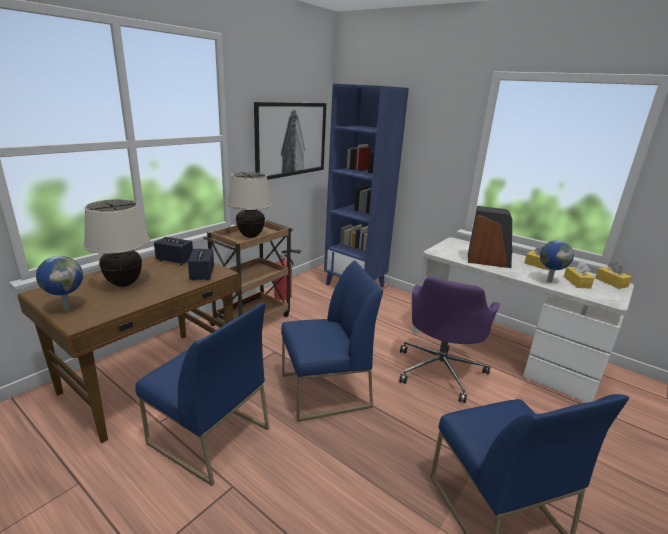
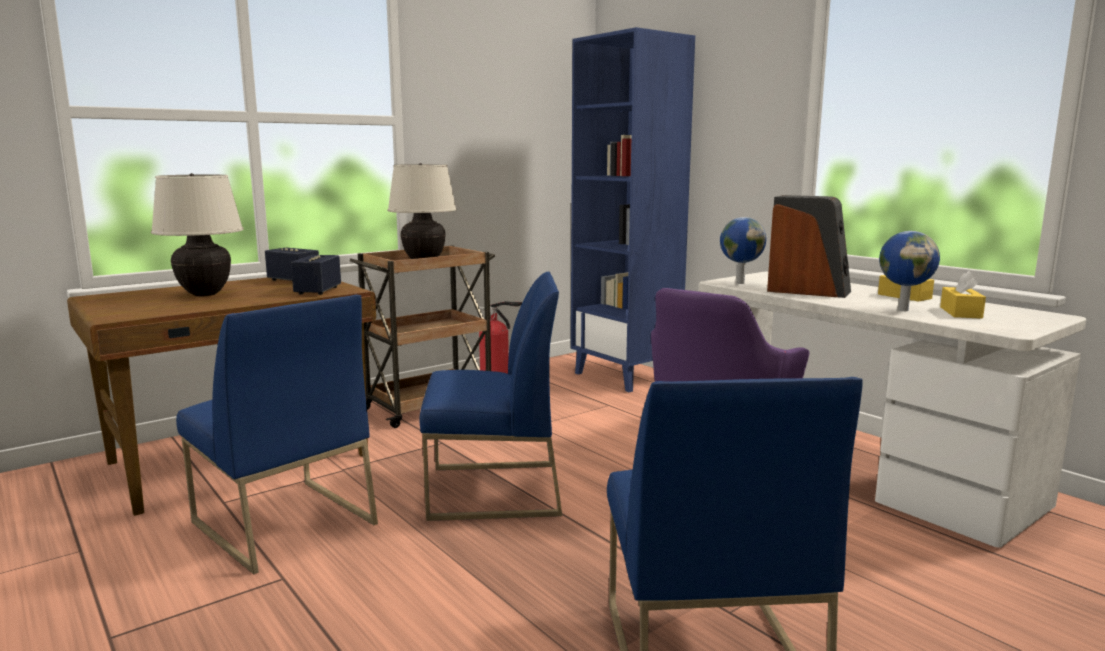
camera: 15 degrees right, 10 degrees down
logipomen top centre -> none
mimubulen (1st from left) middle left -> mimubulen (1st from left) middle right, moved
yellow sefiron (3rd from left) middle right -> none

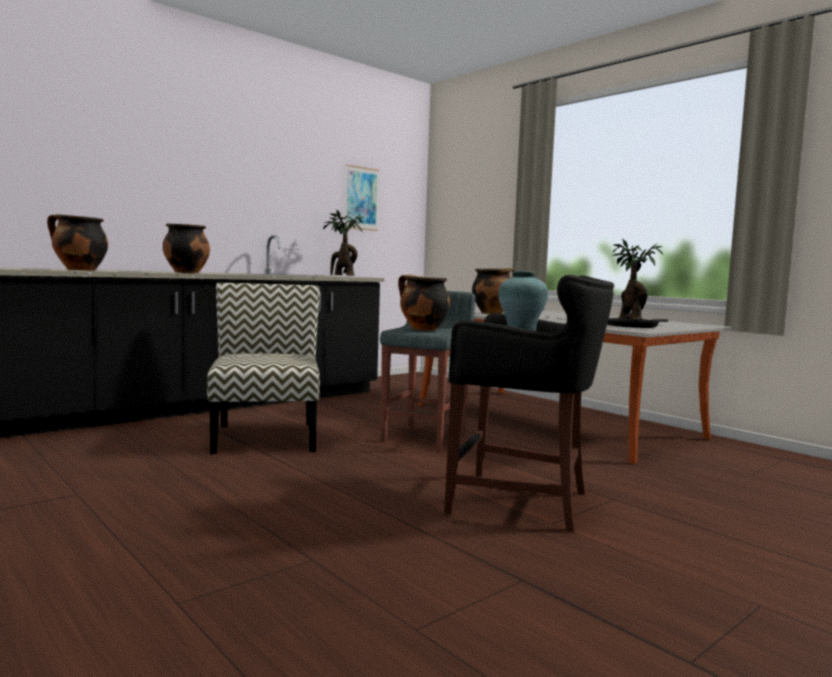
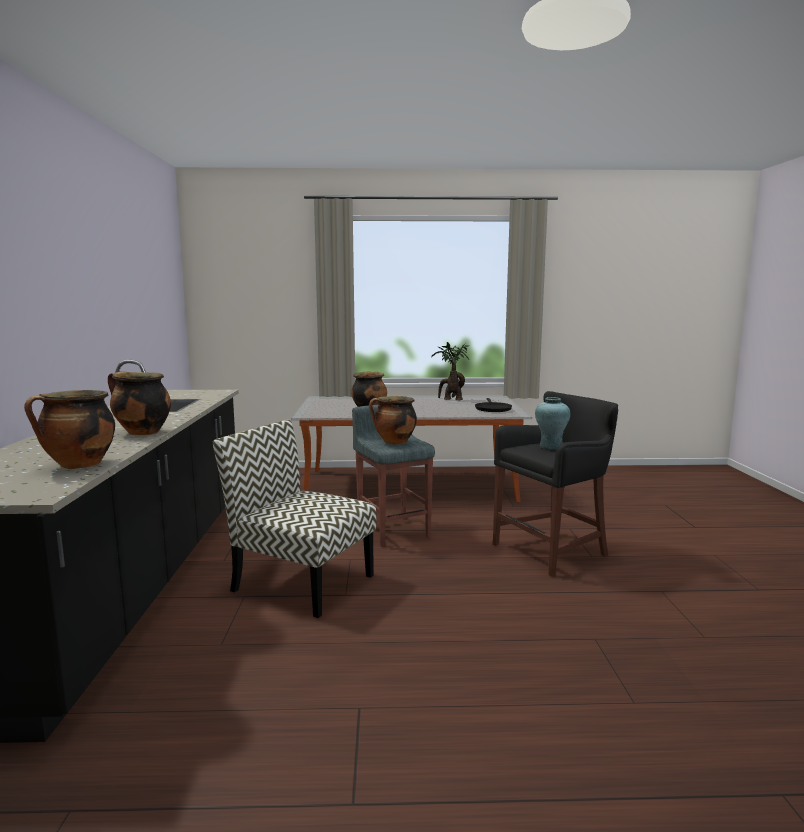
camera: 50 degrees left, 5 degrees up
logipomen top centre -> none
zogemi (1st from left) centre -> none

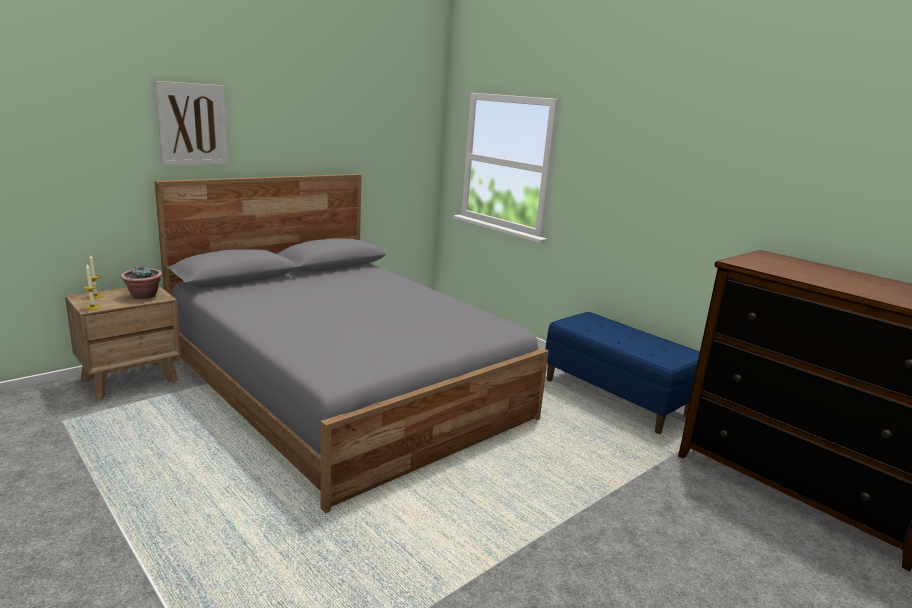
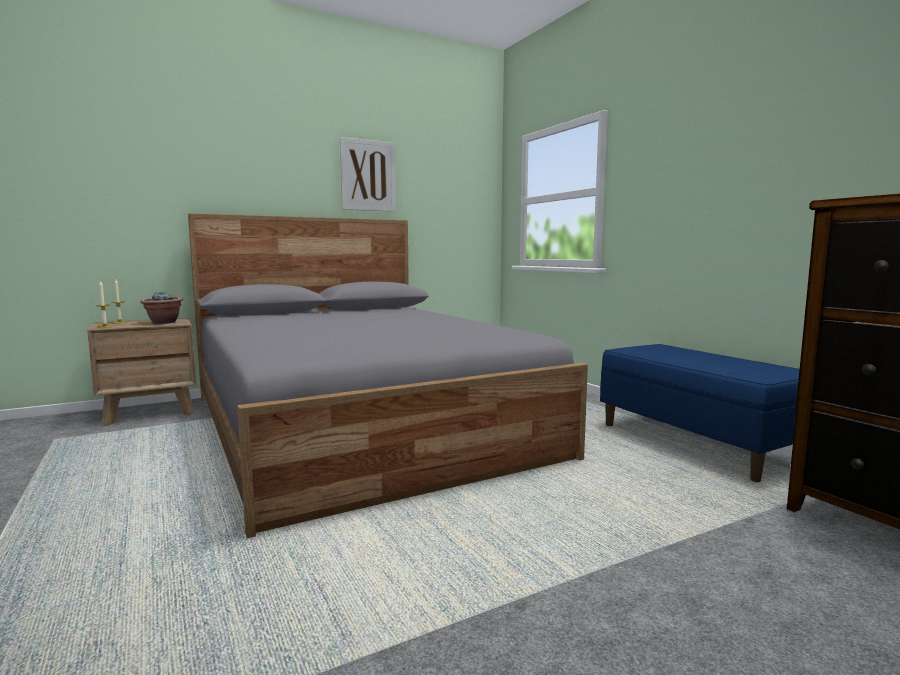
camera: 15 degrees right, 10 degrees down
logipomen top left -> logipomen top centre, moved

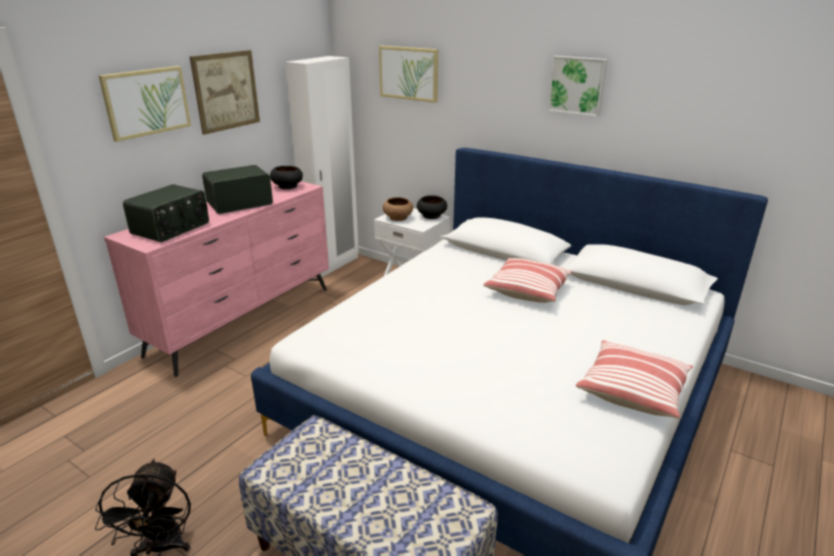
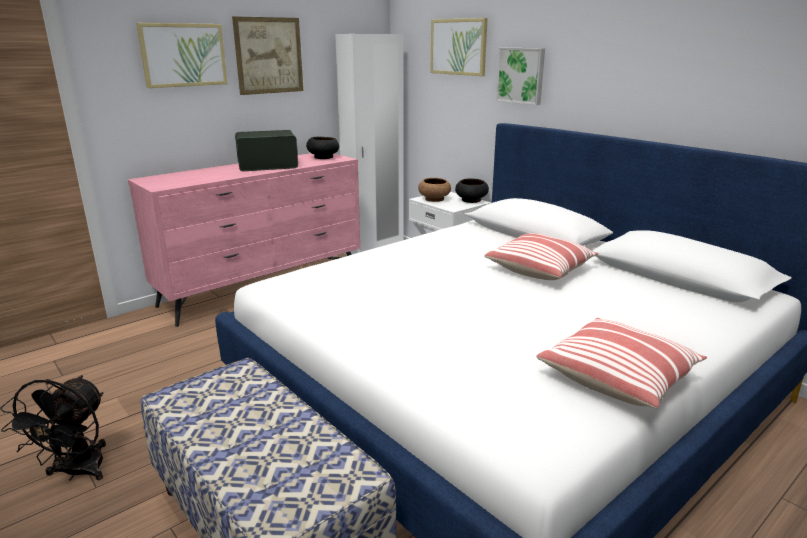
camera: 15 degrees right, 5 degrees down
logipomen (4th from left) top right -> logipomen (4th from left) top centre, moved
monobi (1st from left) middle left -> none

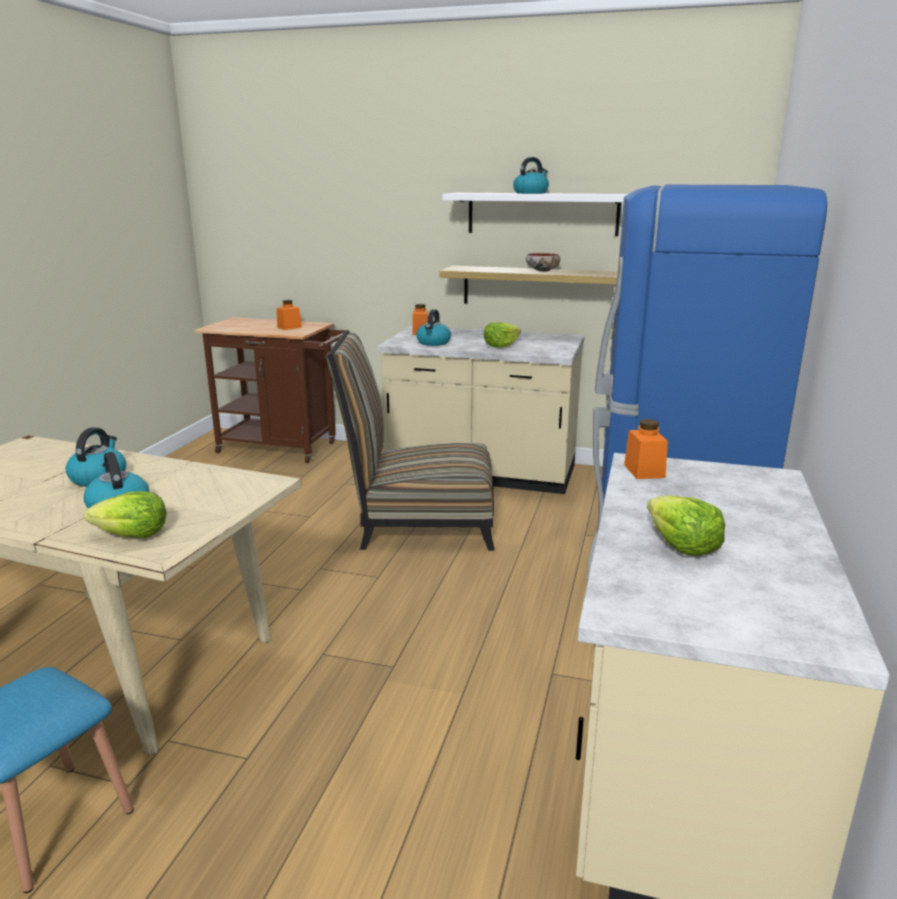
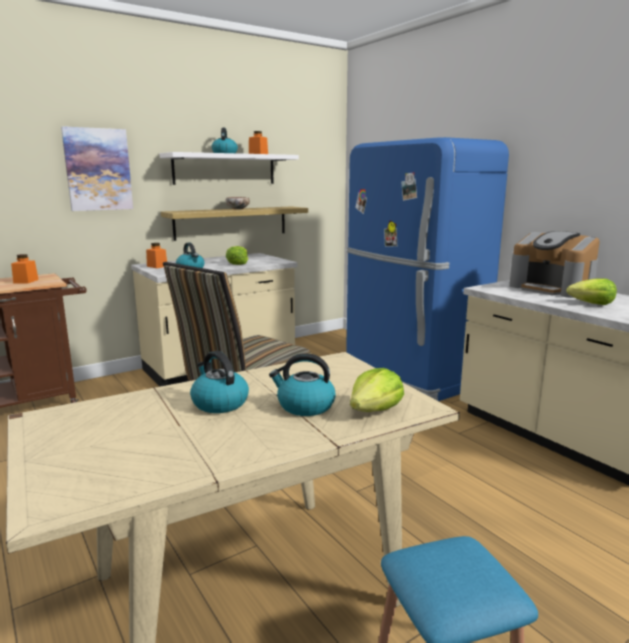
camera: 50 degrees left, 5 degrees down
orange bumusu (3rd from left) middle right -> orange bumusu (3rd from left) top centre, moved
none -> logipomen top left
none -> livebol middle right

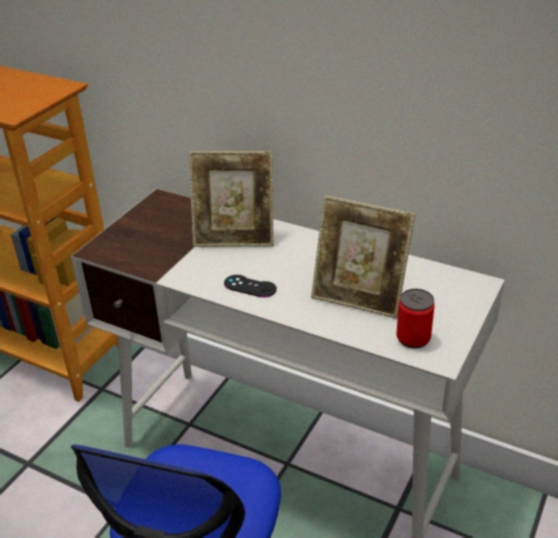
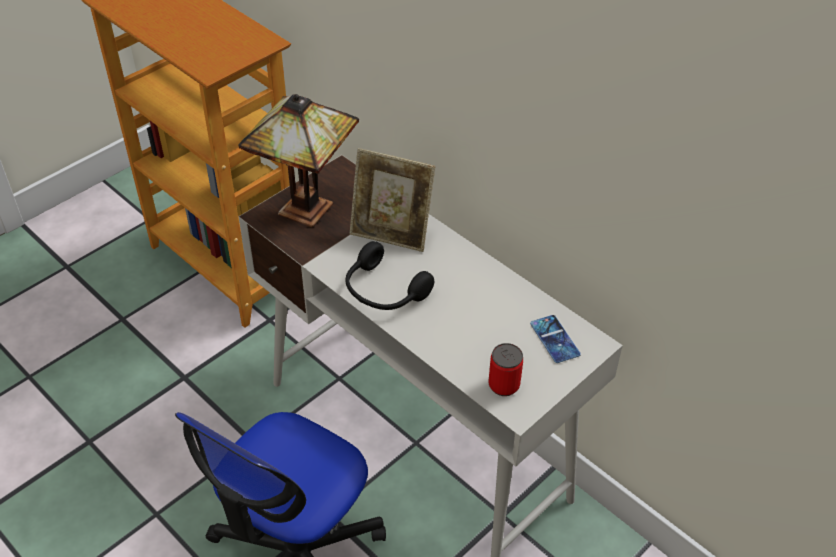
camera: 15 degrees right, 10 degrees up
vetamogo (2nd from left) centre -> none
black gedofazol centre -> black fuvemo centre
none -> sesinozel top centre
none -> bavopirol centre

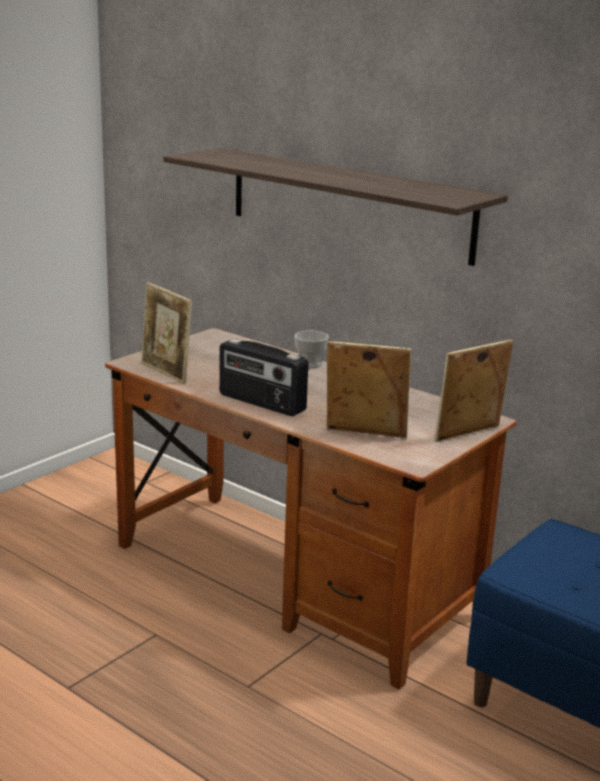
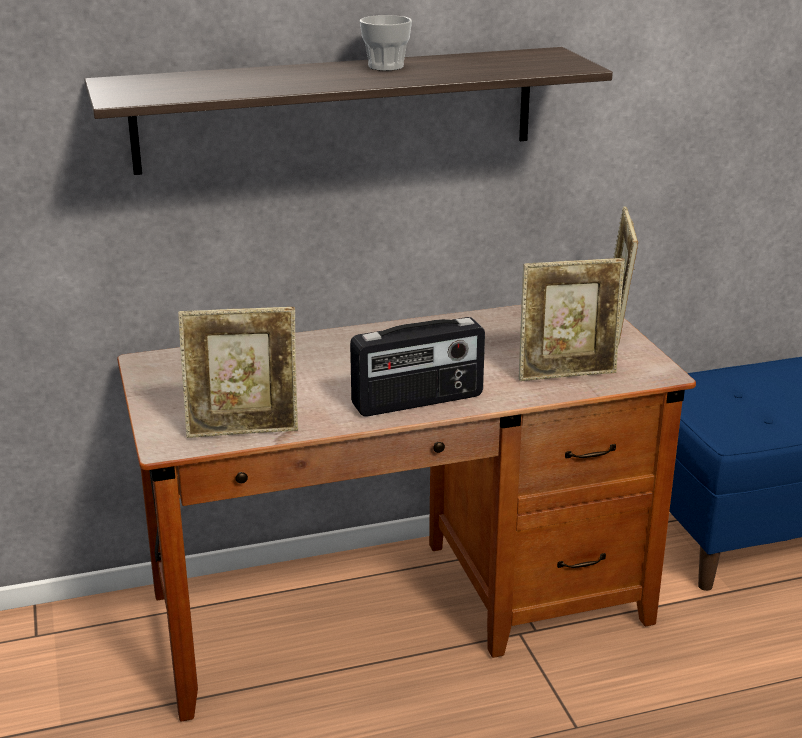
camera: 55 degrees left, 5 degrees up
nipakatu centre -> nipakatu top centre, moved
vetamogo (2nd from left) centre -> vetamogo (2nd from left) middle right, 150 degrees counterclockwise

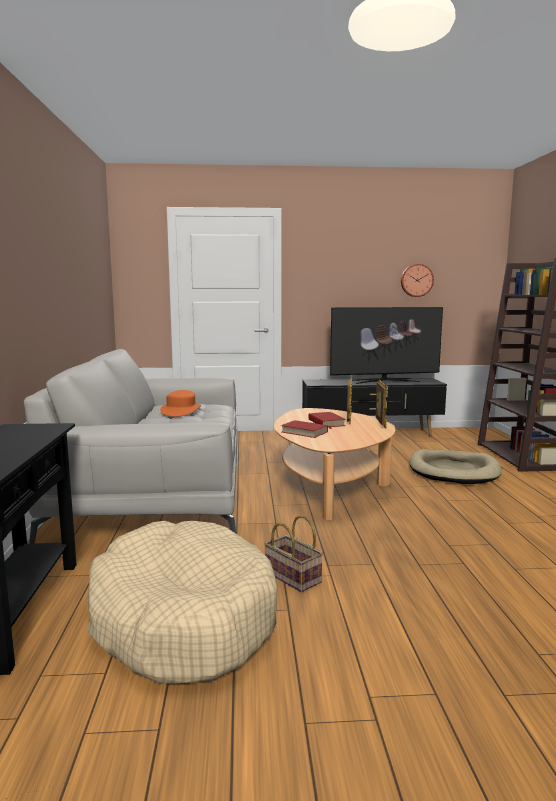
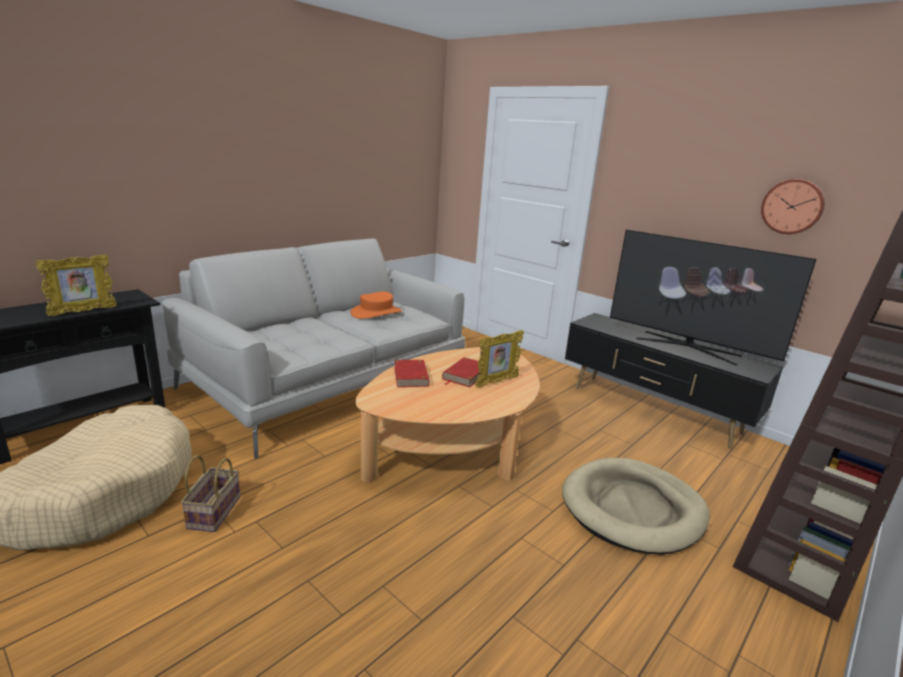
camera: 45 degrees right, 10 degrees up
vetamogo (2nd from left in the first image) middle right -> vetamogo (1st from left) middle left, moved

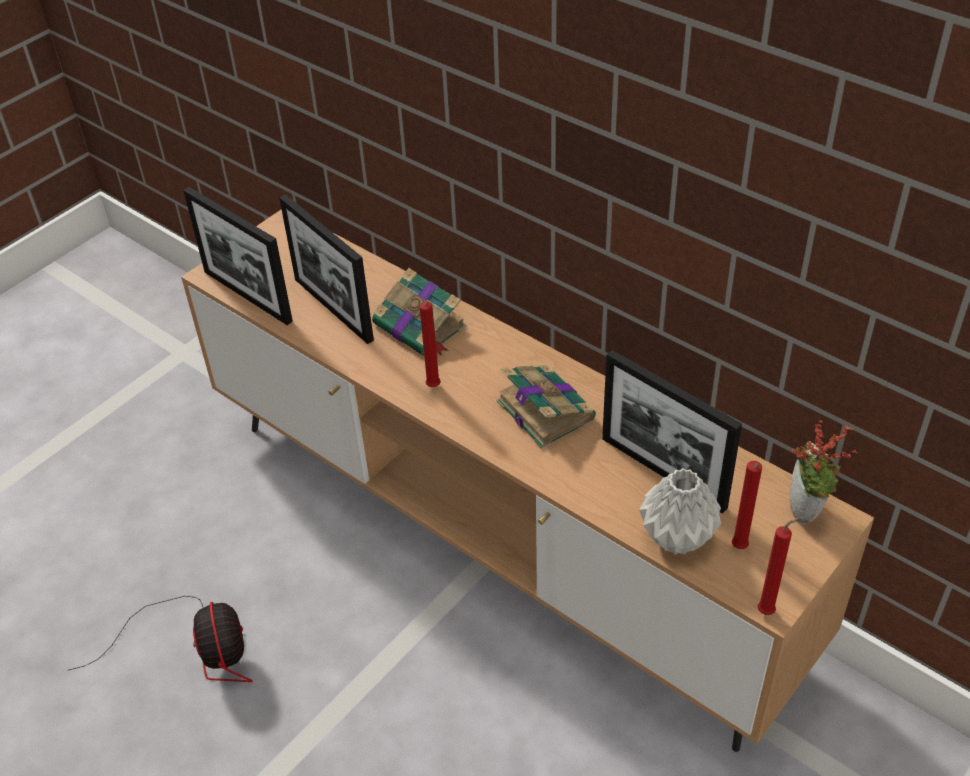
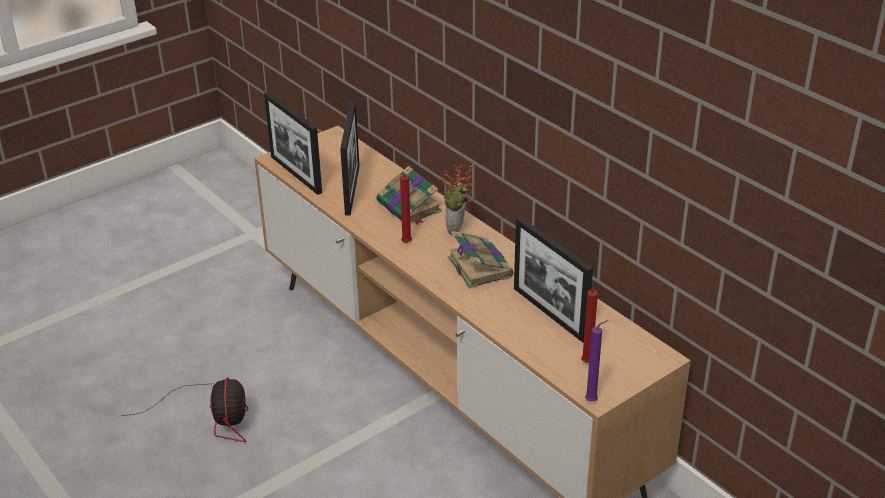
camera: 10 degrees right, 10 degrees down
vetamogo (2nd from left) centre -> vetamogo (2nd from left) top centre, 150 degrees counterclockwise
zogemi middle right -> zogemi centre, moved
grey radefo middle right -> none
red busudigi (3rd from left) bottom right -> purple busudigi bottom right

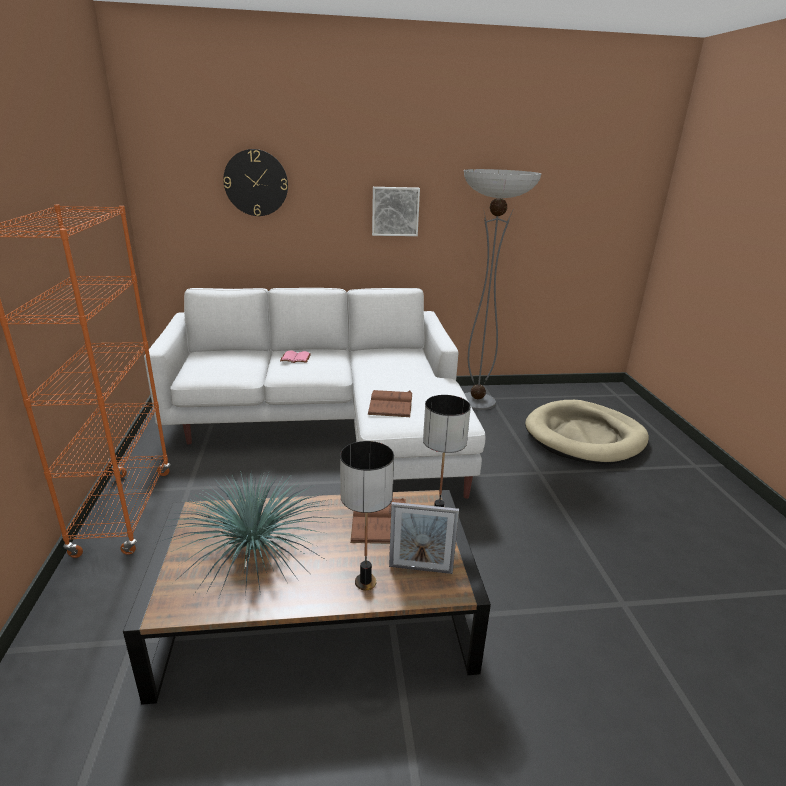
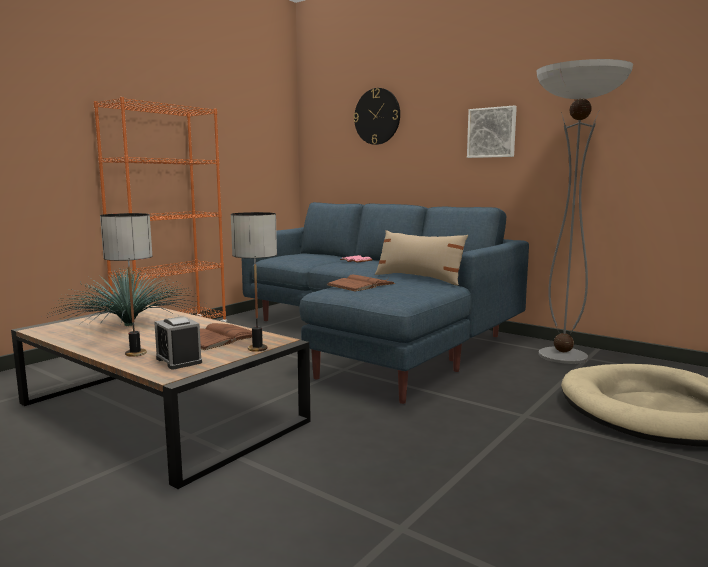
camera: 45 degrees right, 15 degrees down
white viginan centre -> blue viginan centre
vetamogo bottom centre -> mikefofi middle left
none -> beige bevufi centre

